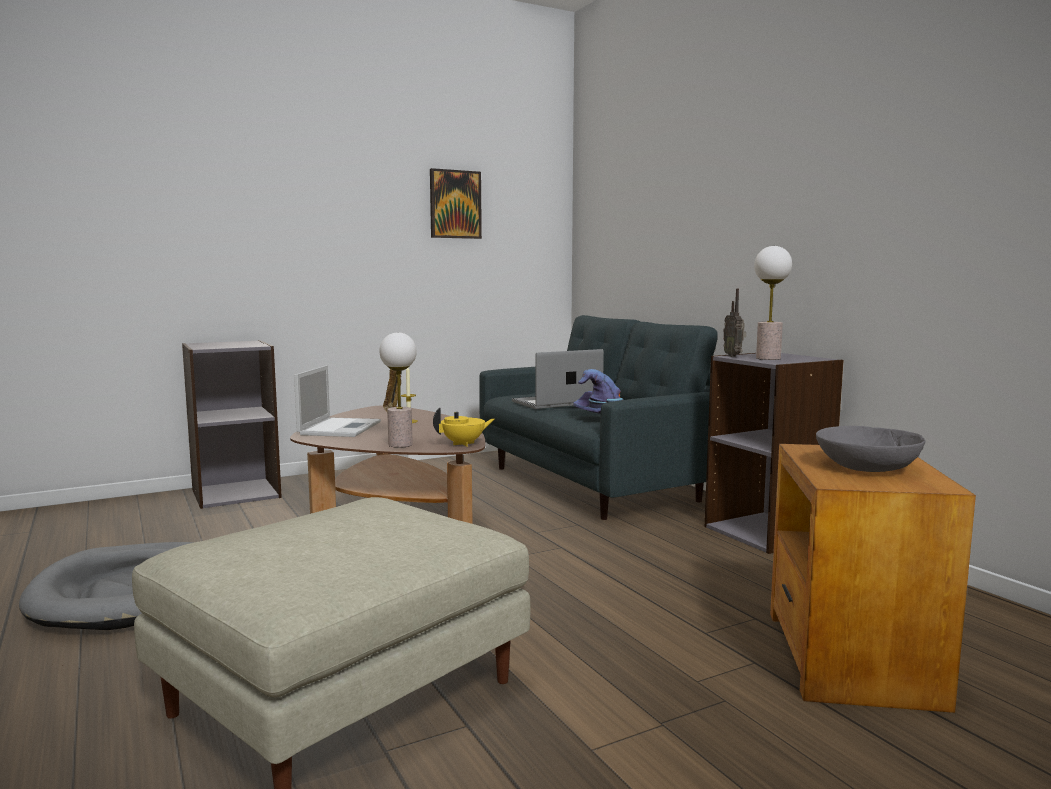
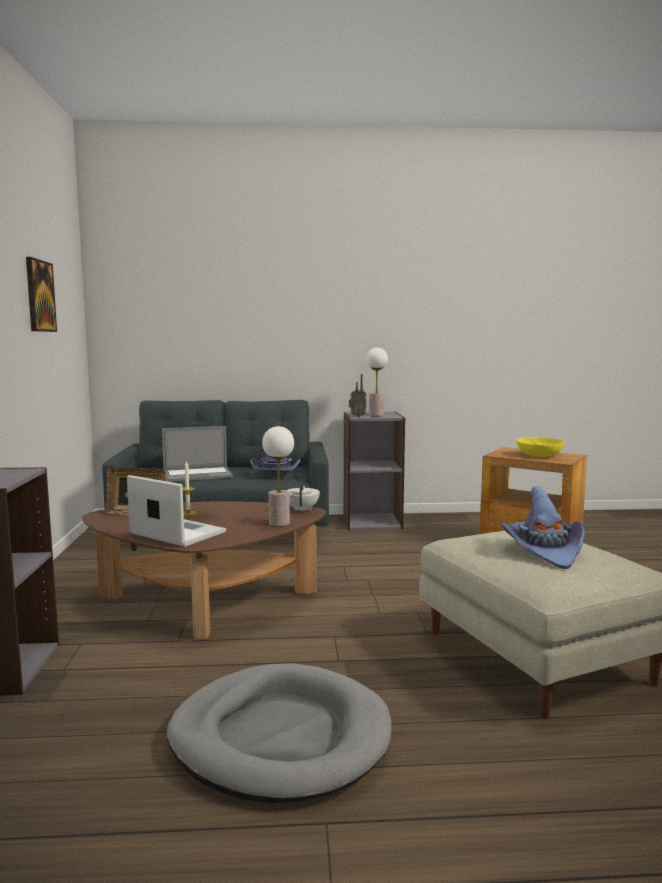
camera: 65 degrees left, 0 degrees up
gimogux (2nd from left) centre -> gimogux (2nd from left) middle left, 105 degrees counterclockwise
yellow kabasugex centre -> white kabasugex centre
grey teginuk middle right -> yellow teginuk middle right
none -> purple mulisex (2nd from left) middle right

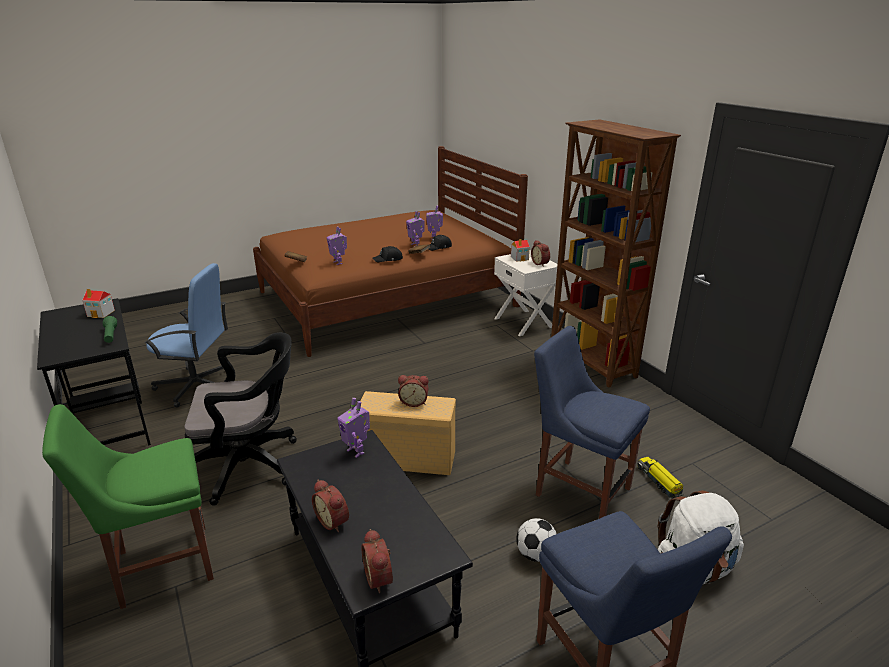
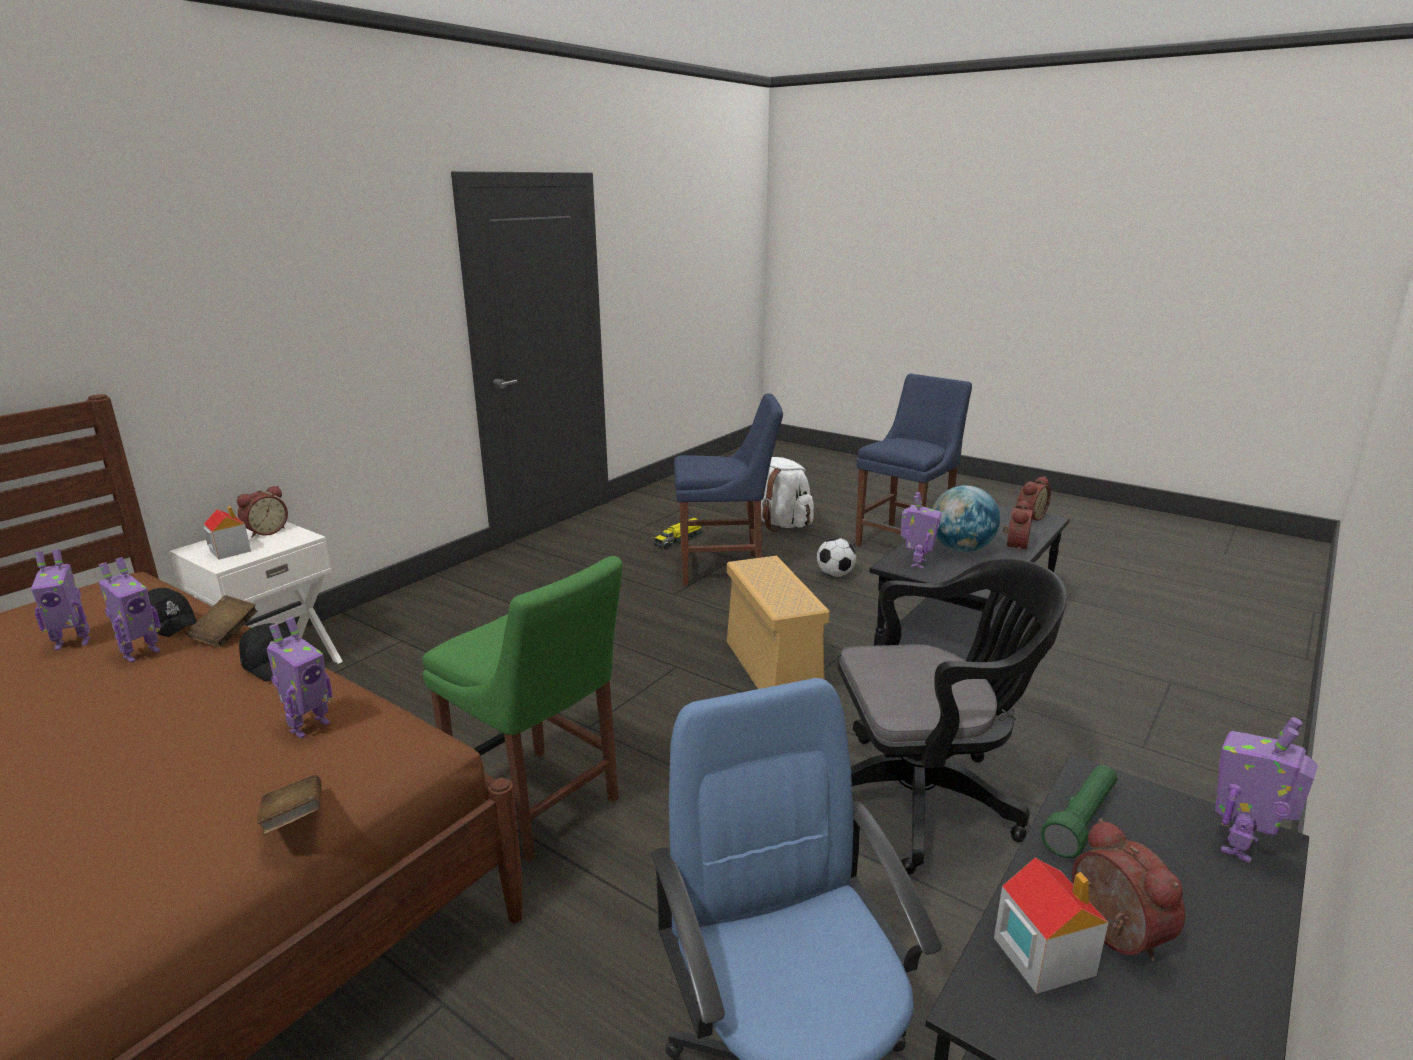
camera: 115 degrees left, 5 degrees down
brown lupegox middle right -> none
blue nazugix (1st from left) centre, 105 degrees counterclockwise
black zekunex middle left -> black zekunex bottom right, 120 degrees clockwise
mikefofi (3rd from left in the first image) centre -> mikefofi (4th from left) bottom right, moved
green nazugix bottom left -> green nazugix bottom centre, moved
none -> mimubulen middle right
none -> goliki (5th from left) bottom right

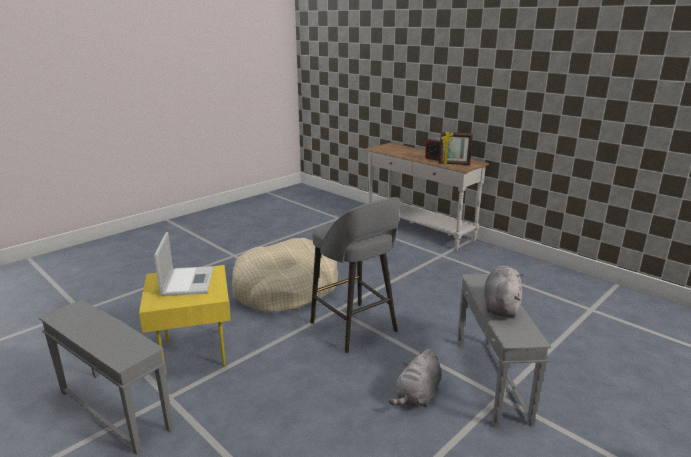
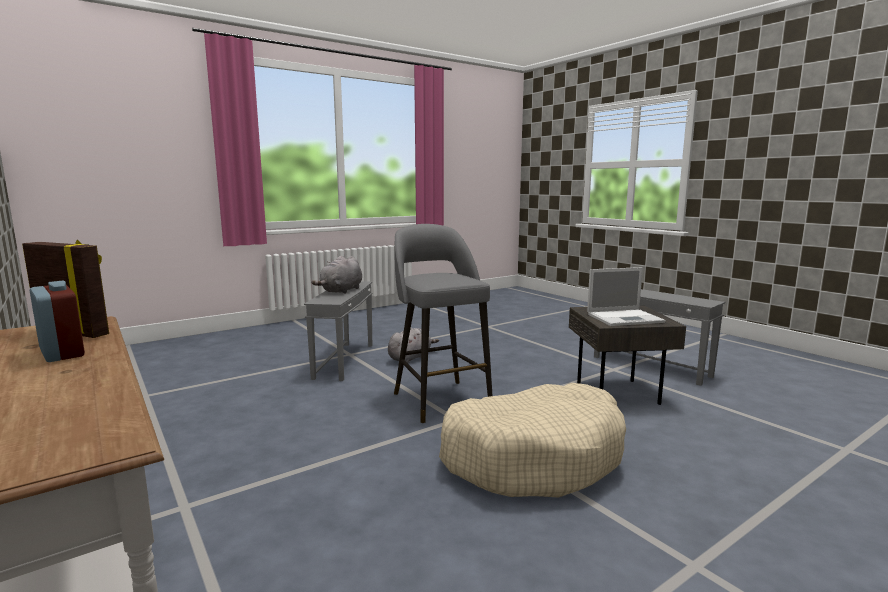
camera: 170 degrees left, 10 degrees down
gimogux middle left -> gimogux middle right, 105 degrees counterclockwise
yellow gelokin bottom left -> grey gelokin (2nd from left) middle right

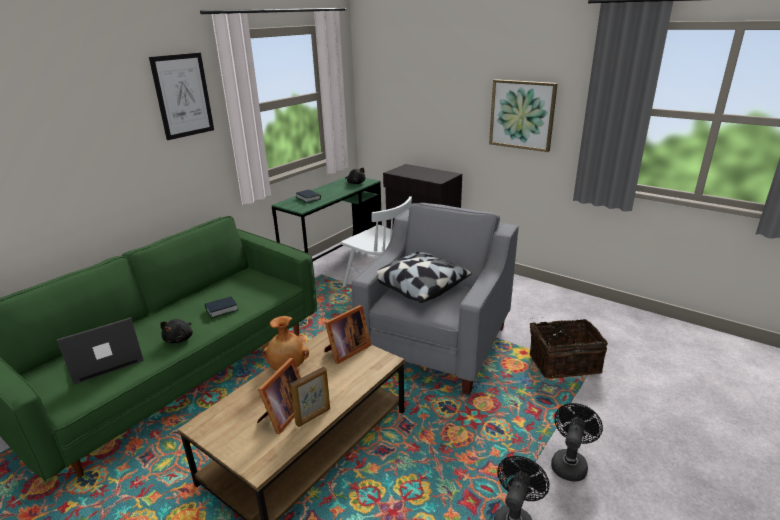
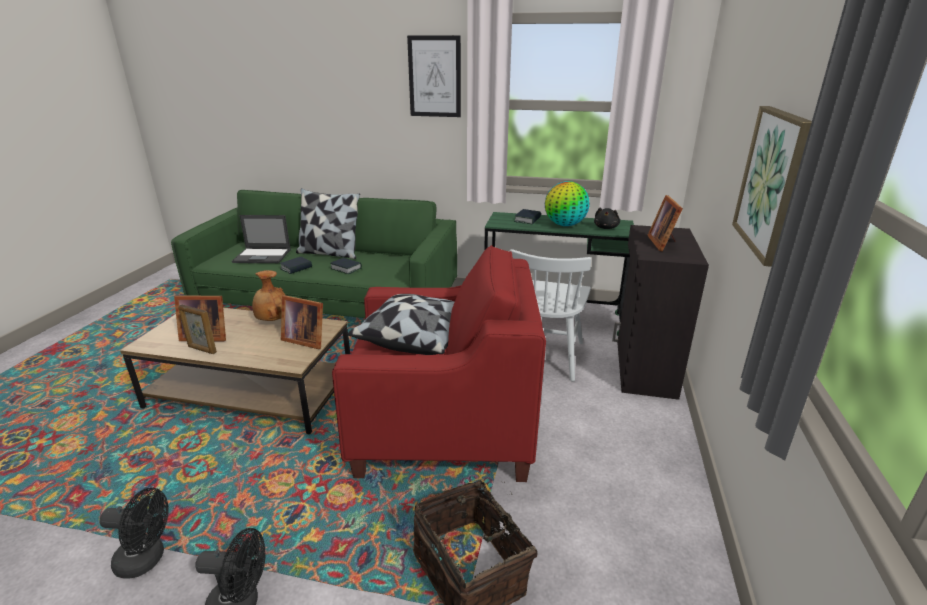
camera: 65 degrees right, 0 degrees up
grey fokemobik centre -> red fokemobik centre
gimogux bottom left -> gimogux middle left, 150 degrees clockwise
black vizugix (1st from left) middle left -> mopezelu (1st from left) middle left
none -> mimubulen centre
none -> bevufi (1st from left) centre
none -> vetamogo (4th from left) middle right

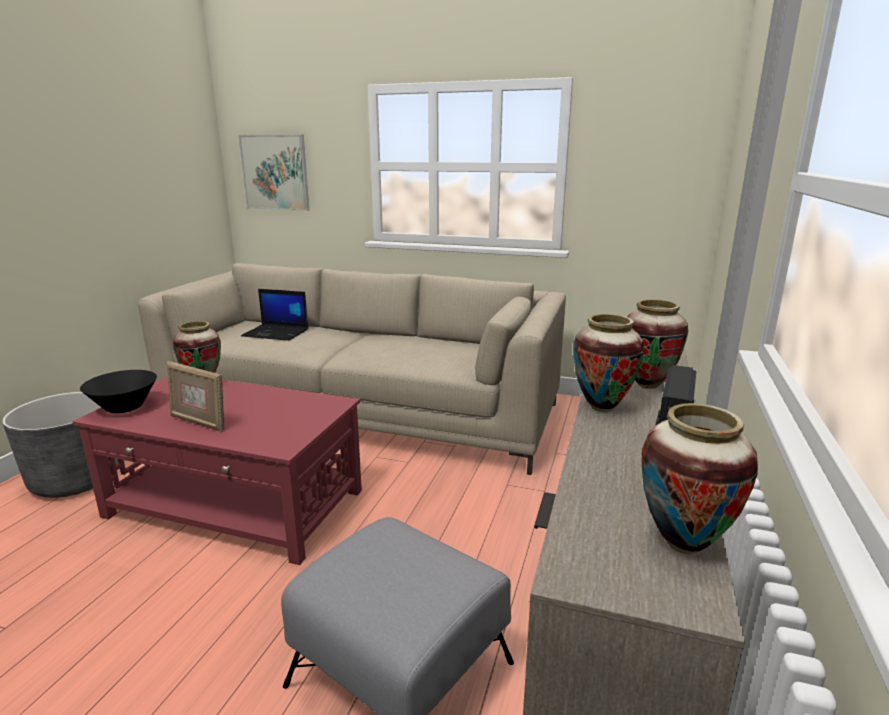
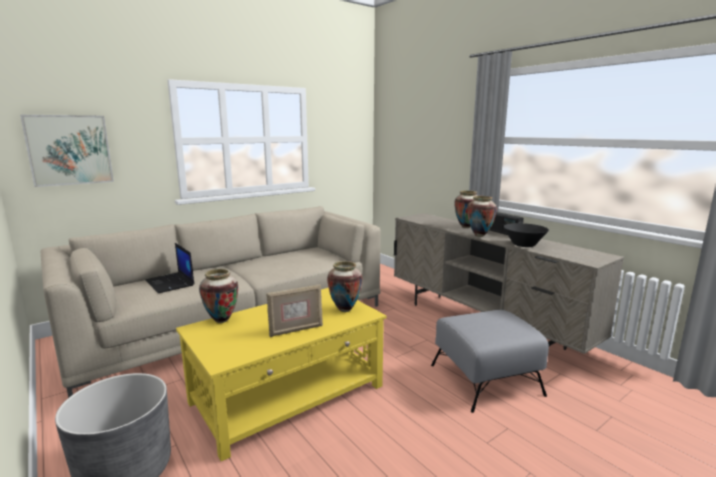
camera: 55 degrees left, 5 degrees down
gimogux middle left, 90 degrees clockwise
black teginuk middle left -> black teginuk middle right, moved
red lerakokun middle left -> yellow lerakokun bottom centre
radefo (4th from left in the first image) bottom right -> radefo (2nd from left) centre, moved

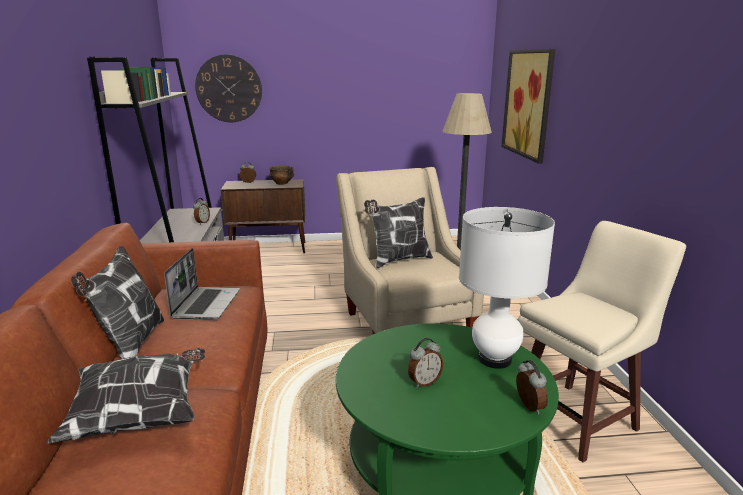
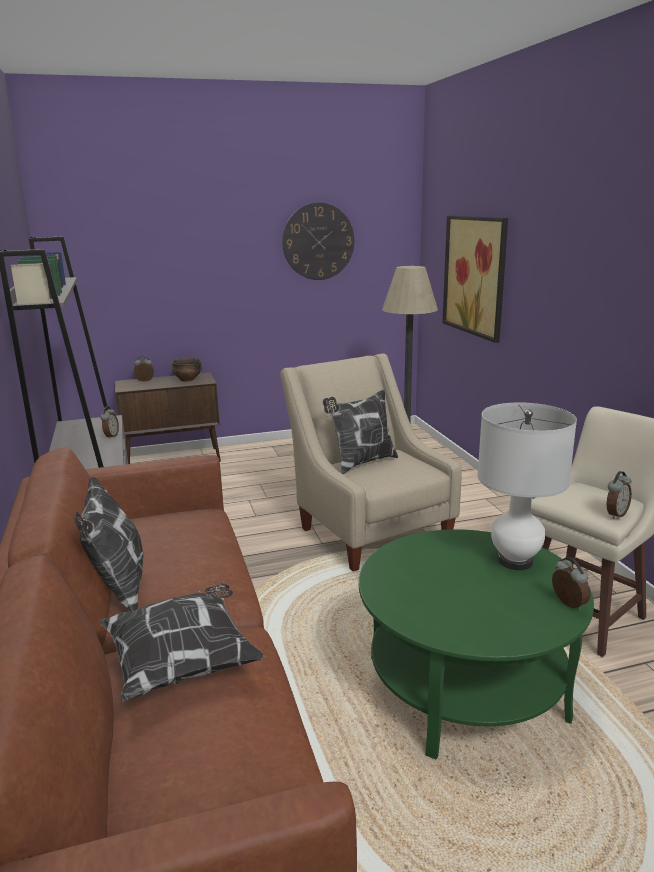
camera: 10 degrees left, 0 degrees up
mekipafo top left -> mekipafo top centre, moved
gimogux middle left -> none
mikefofi (3rd from left in the first image) bottom centre -> mikefofi (4th from left) middle right, moved

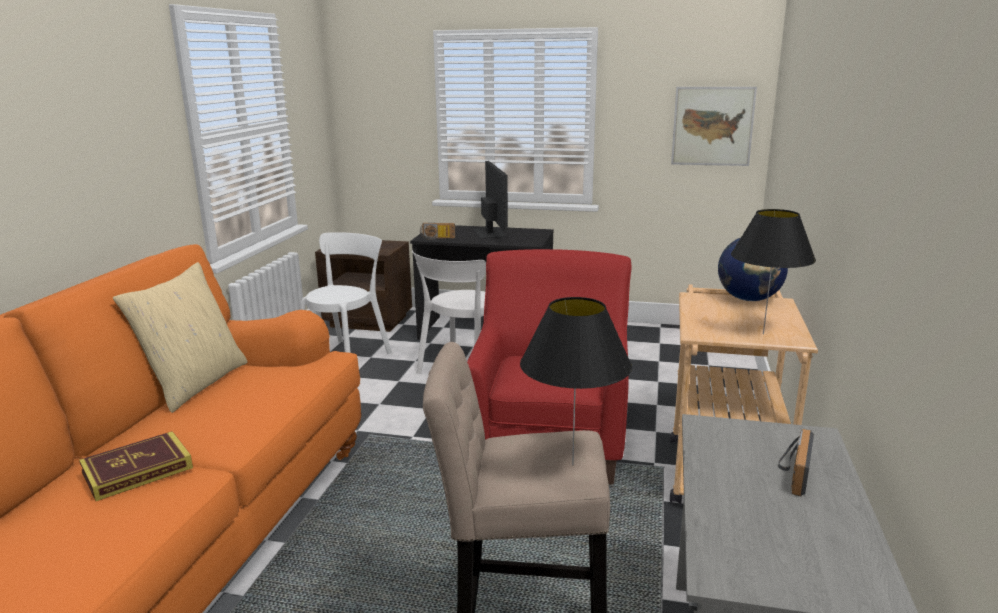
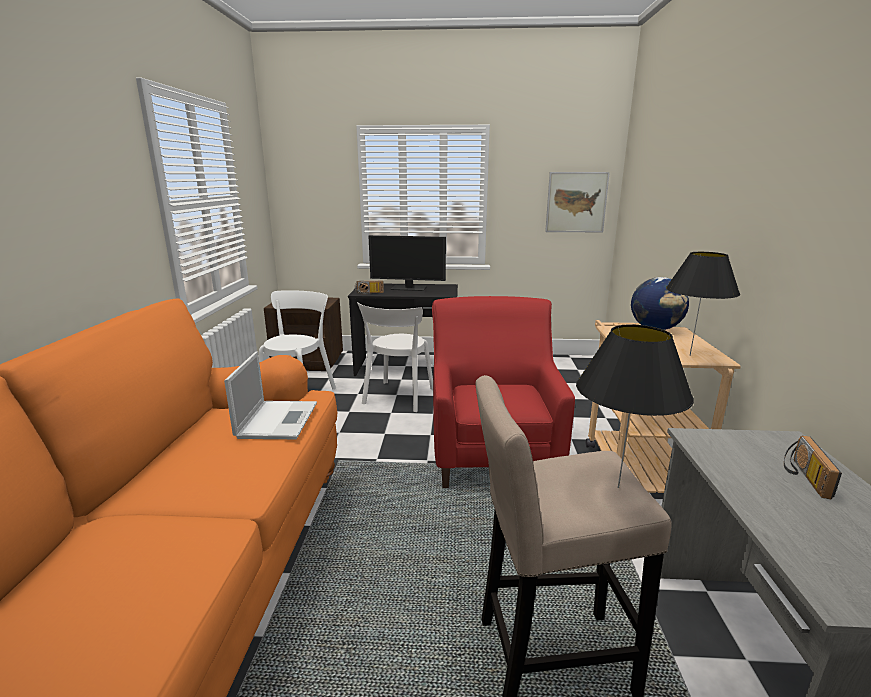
camera: 10 degrees left, 0 degrees up
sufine top centre -> sufine centre, 120 degrees clockwise
beige bevufi middle left -> none
mopezelu bottom left -> none
none -> gimogux middle left

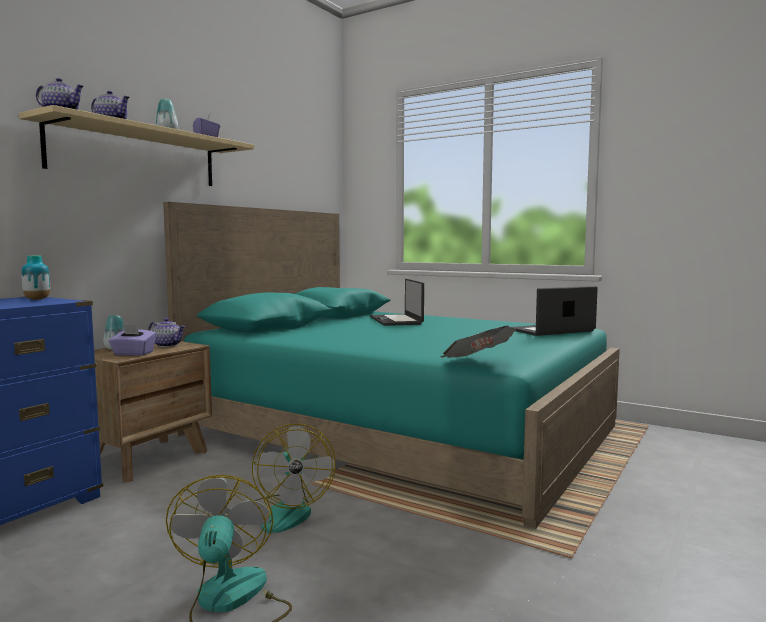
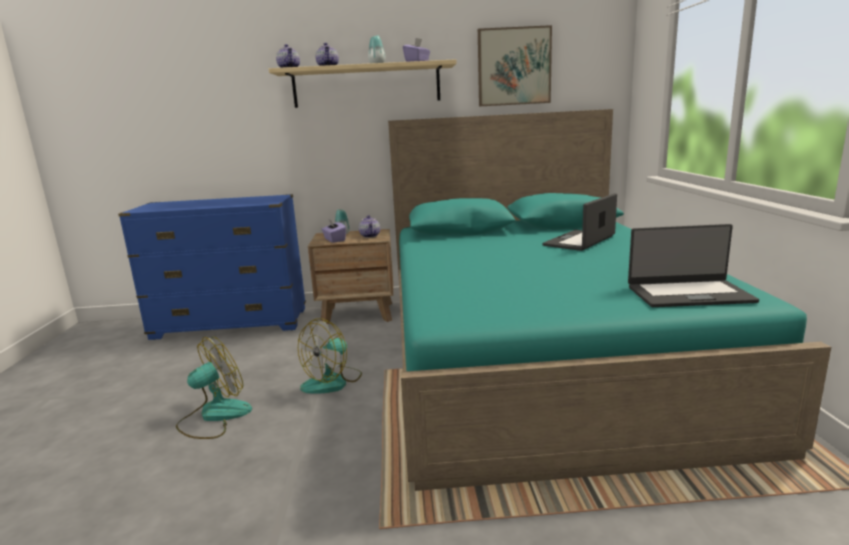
camera: 55 degrees right, 10 degrees up
radefo (1st from left) middle left -> none
gimogux (2nd from left) middle right, 150 degrees clockwise
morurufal centre -> none
none -> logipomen top centre

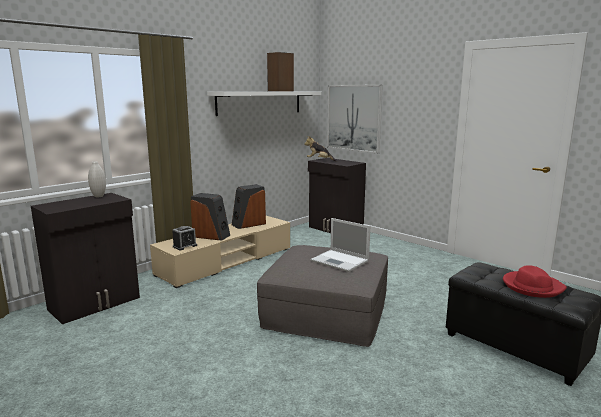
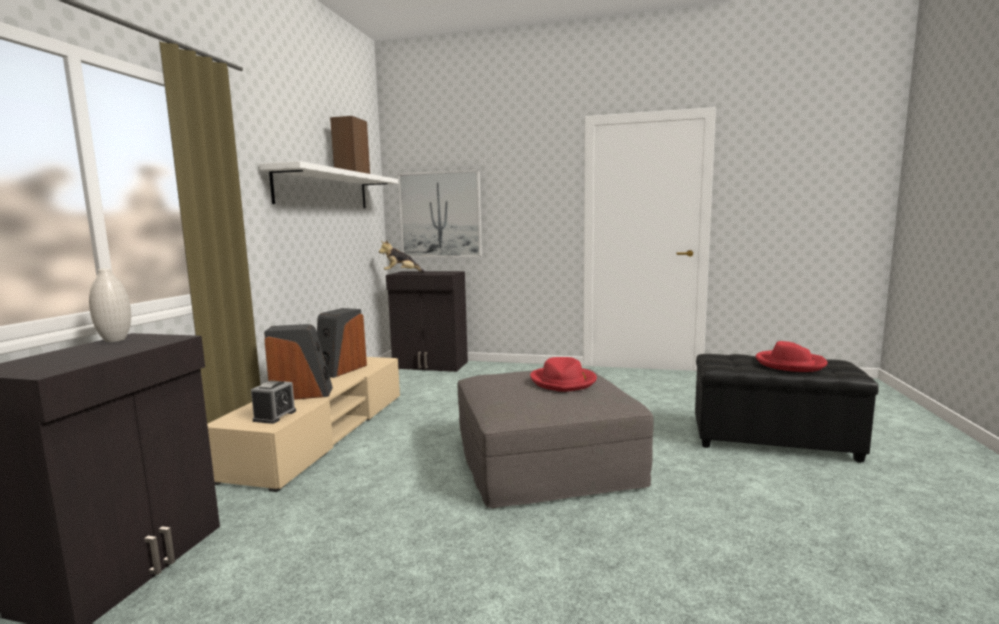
camera: 30 degrees left, 5 degrees down
gimogux centre -> red mulisex (1st from left) centre

